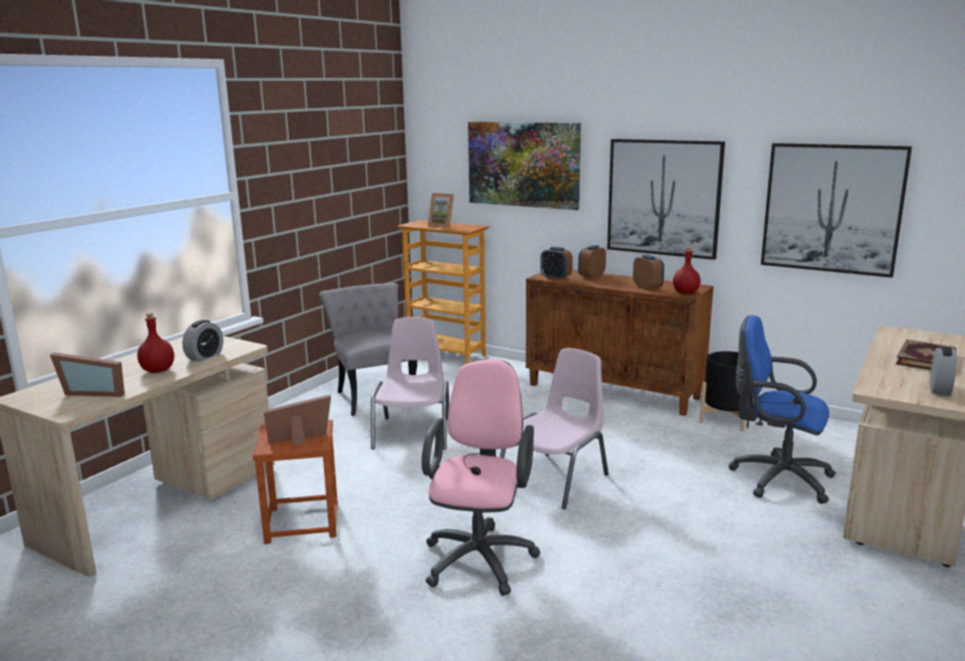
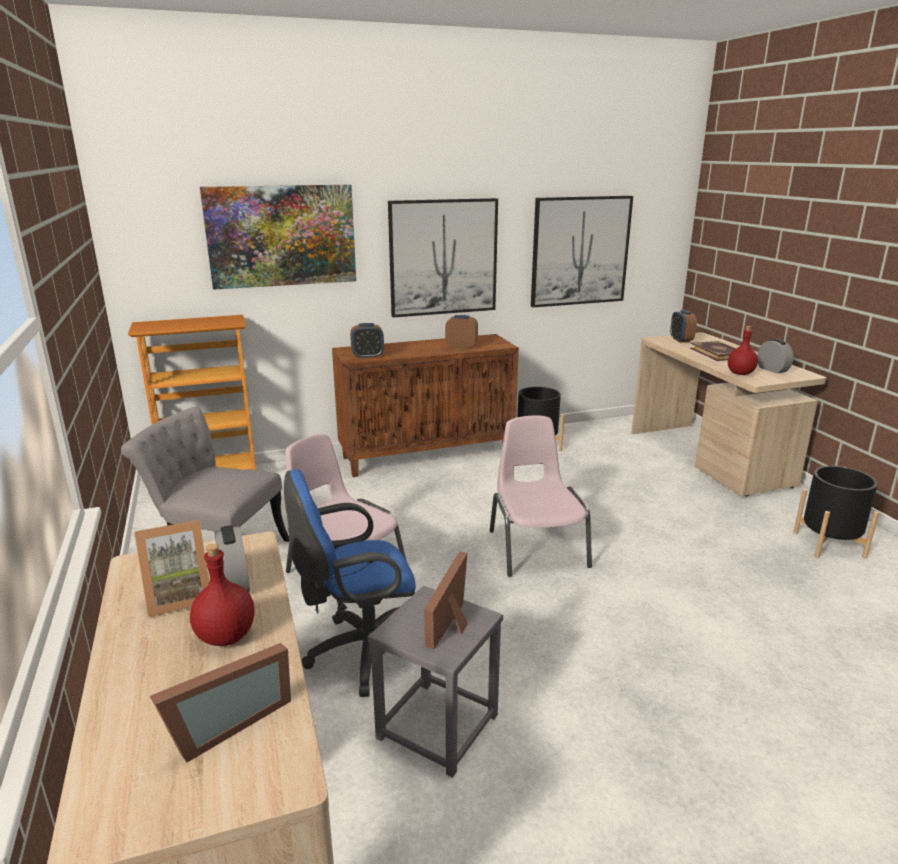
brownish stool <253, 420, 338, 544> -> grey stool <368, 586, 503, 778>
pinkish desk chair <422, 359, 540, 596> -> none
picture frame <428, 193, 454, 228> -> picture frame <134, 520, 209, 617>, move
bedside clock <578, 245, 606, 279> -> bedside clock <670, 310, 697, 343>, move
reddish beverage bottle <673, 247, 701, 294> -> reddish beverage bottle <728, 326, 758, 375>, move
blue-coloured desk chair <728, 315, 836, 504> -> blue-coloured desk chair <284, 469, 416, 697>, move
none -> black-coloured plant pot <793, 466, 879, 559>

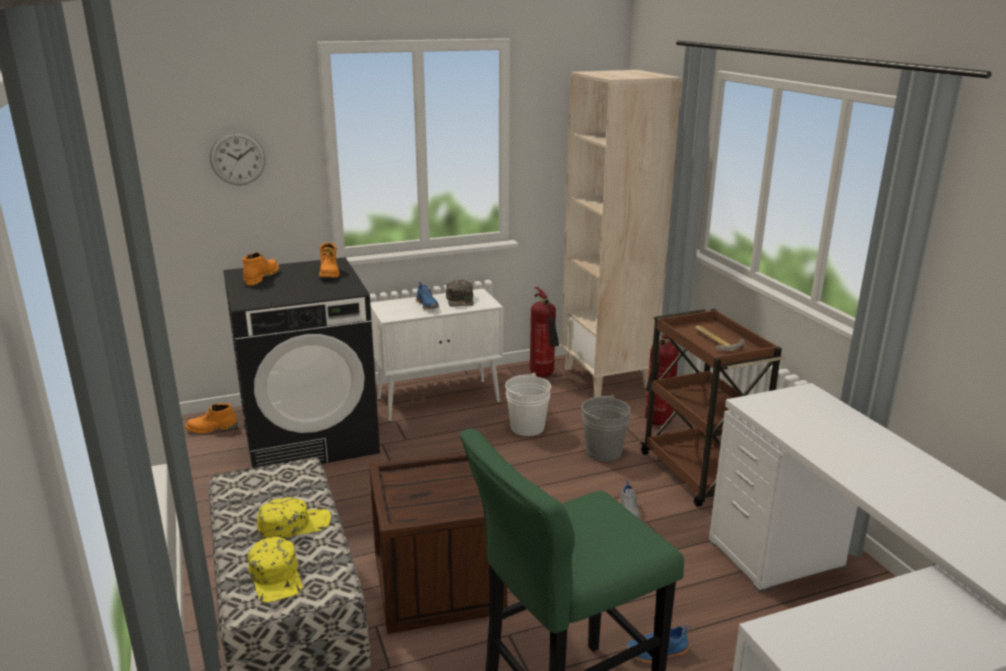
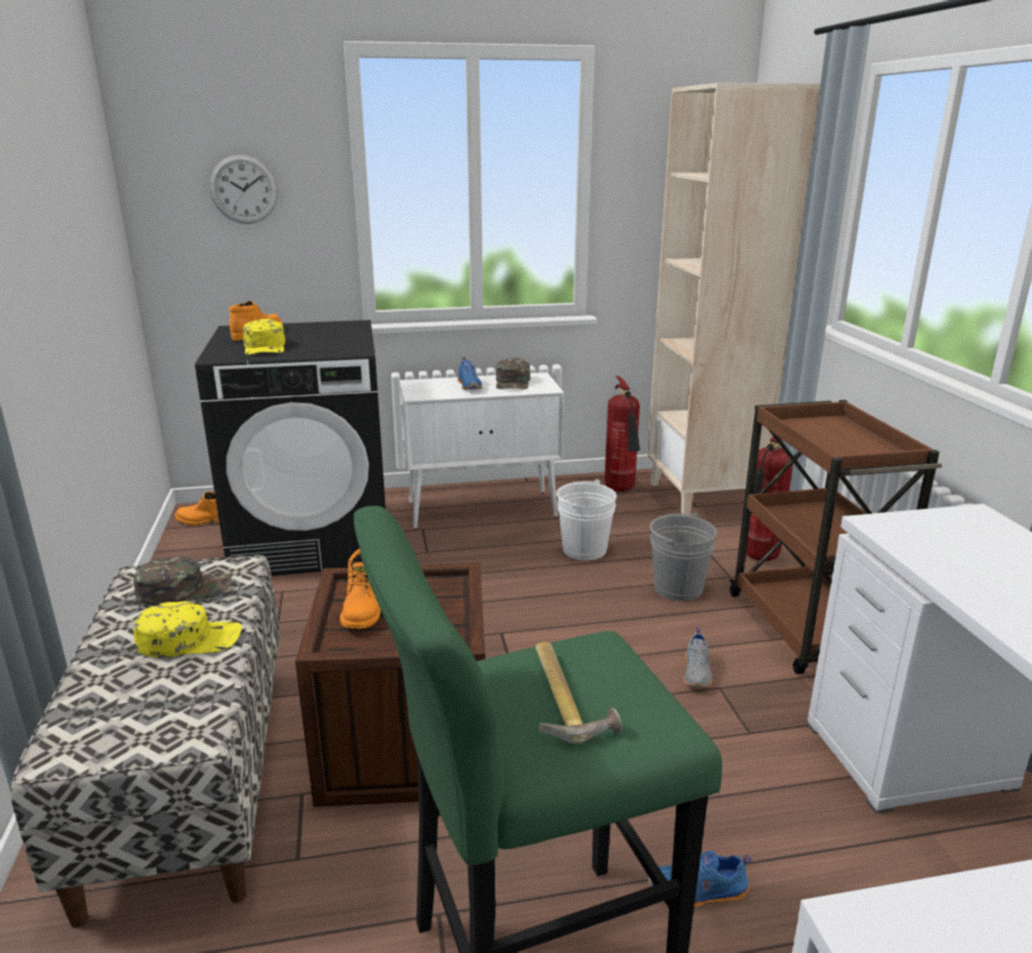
yellow-coloured cap <248, 536, 302, 602> -> yellow-coloured cap <243, 319, 286, 355>, move
orange-coloured high-top boot <319, 242, 339, 277> -> orange-coloured high-top boot <340, 549, 380, 629>, move
tool hammer <695, 325, 745, 351> -> tool hammer <535, 642, 622, 744>, move
none -> green-coloured cap <134, 556, 232, 606>

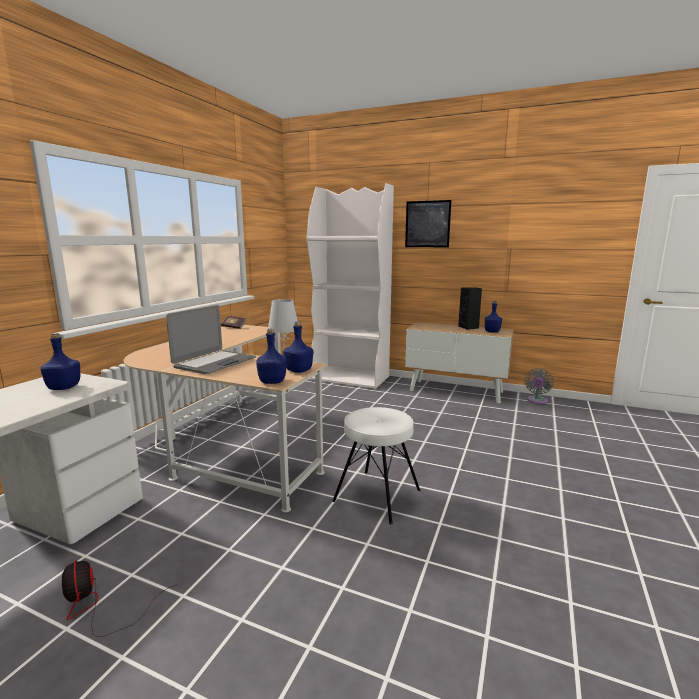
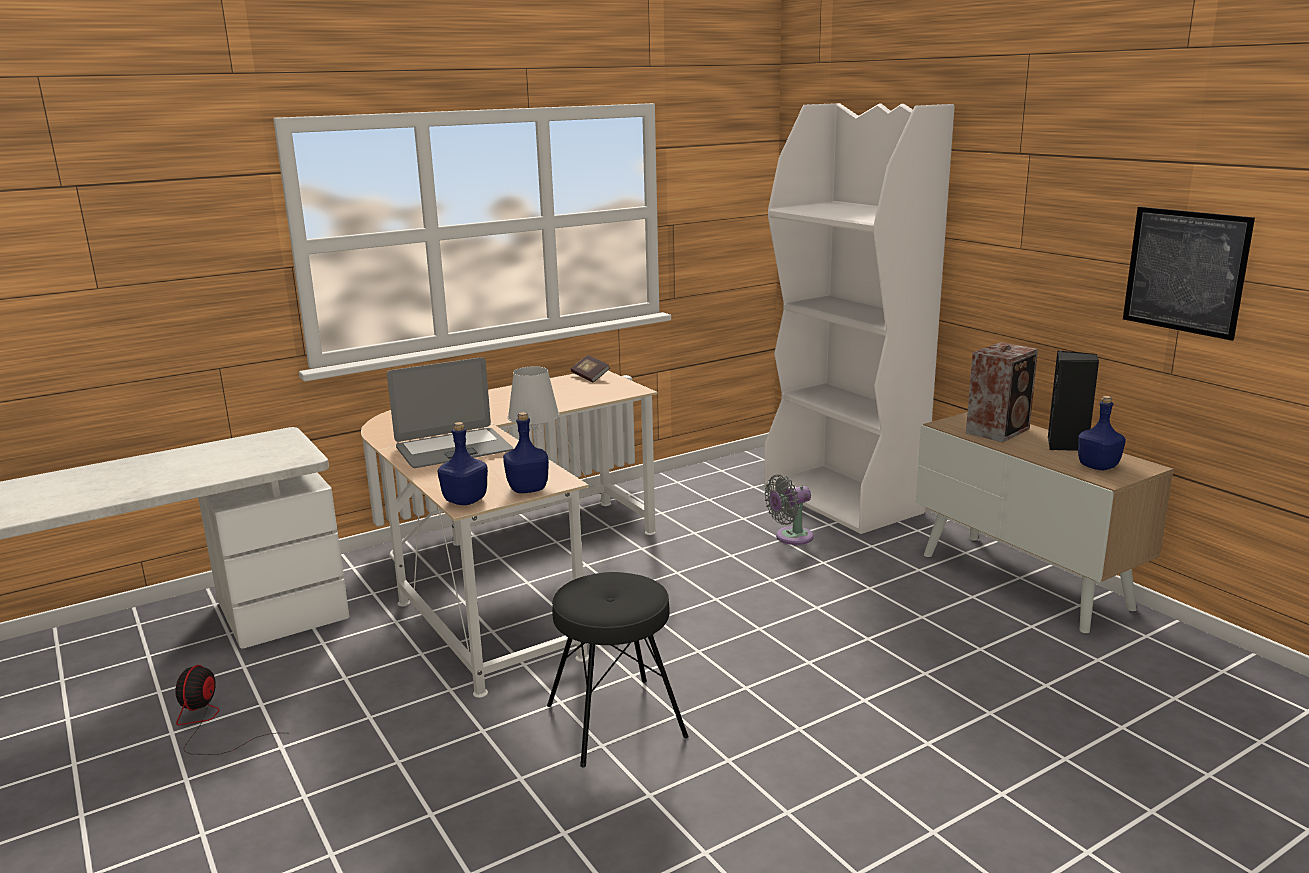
blue-coloured beverage bottle <40, 333, 80, 390> -> none
white-coloured stool <332, 407, 420, 524> -> black-coloured stool <547, 572, 688, 767>
wall picture <405, 200, 452, 247> -> wall picture <1123, 207, 1255, 341>, move
grey fan <525, 368, 554, 404> -> grey fan <764, 474, 814, 545>, move
none -> speaker <966, 342, 1038, 442>

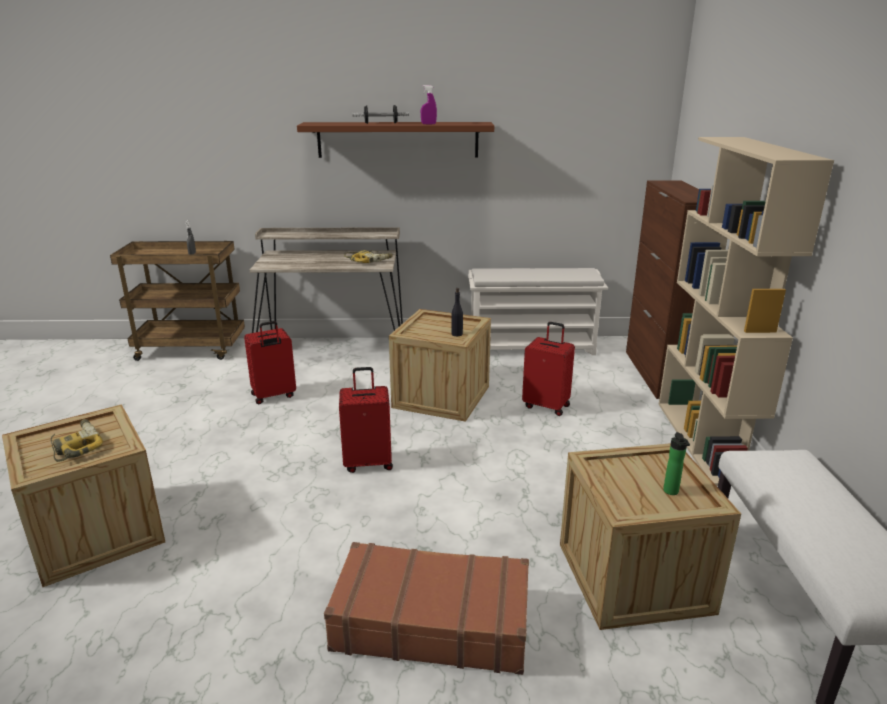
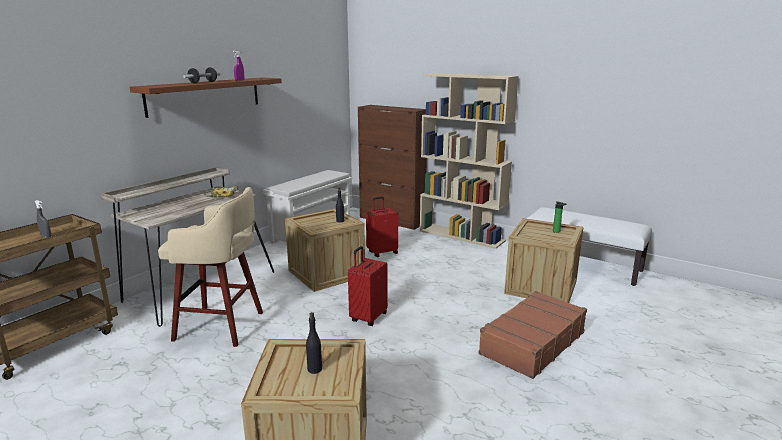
power drill <51, 419, 103, 462> -> black-coloured beverage bottle <306, 312, 322, 374>
reddish suitcase <244, 321, 296, 404> -> beige-coloured stool <158, 187, 263, 347>

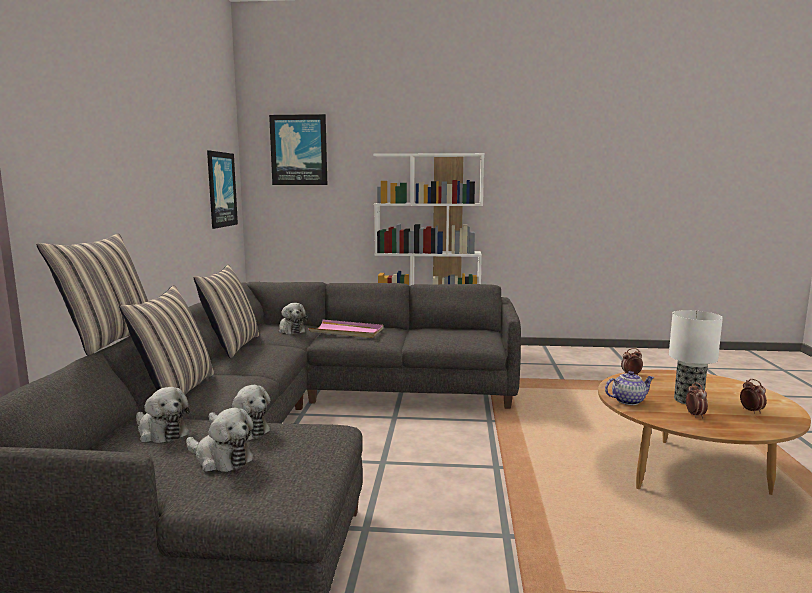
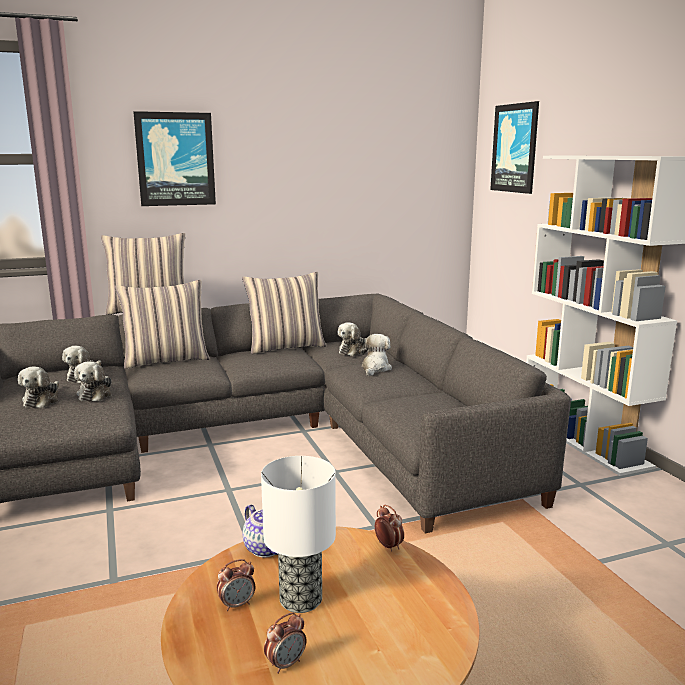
wall picture <207, 150, 238, 229> -> wall picture <133, 111, 216, 206>, move
pinkish serving tray <308, 319, 384, 338> -> soft toy <360, 334, 392, 376>

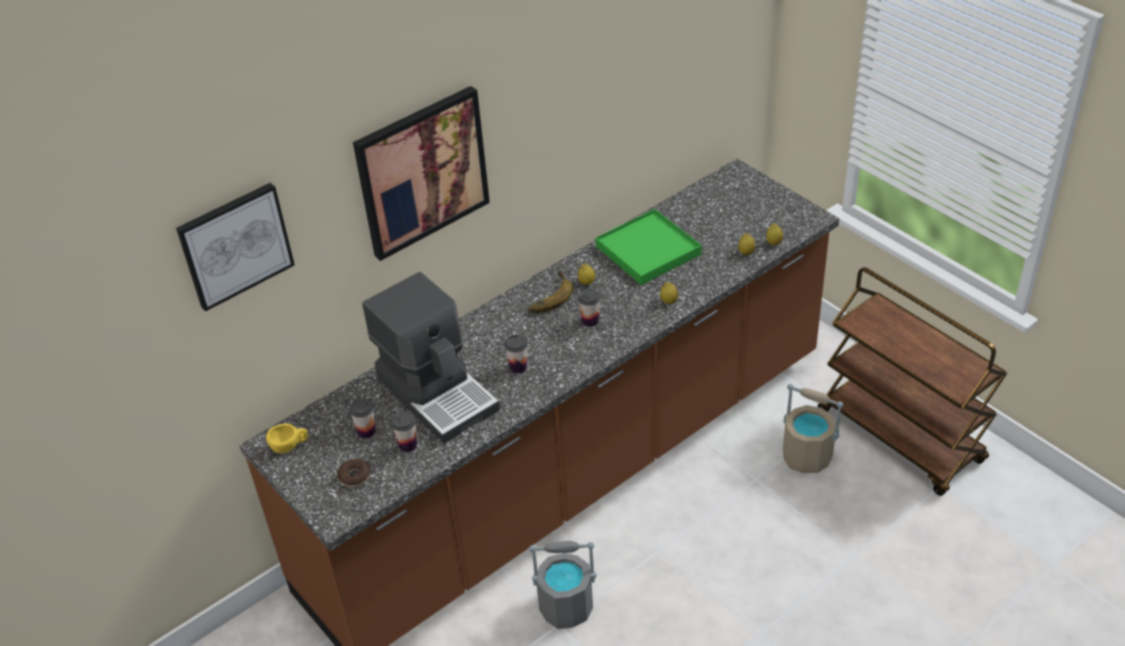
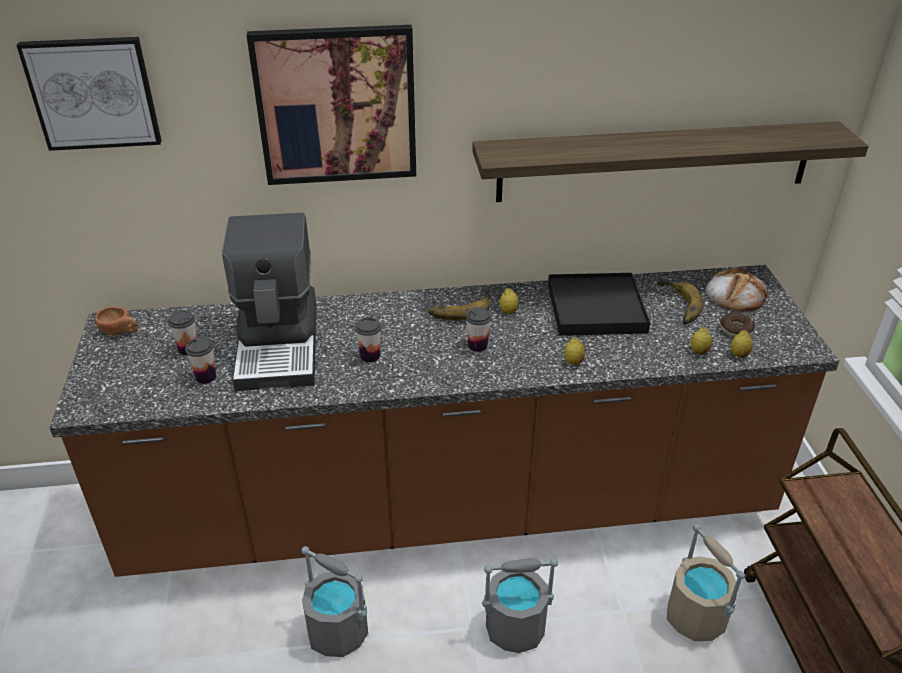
yellow-coloured cup <266, 424, 309, 453> -> brownish cup <95, 306, 138, 335>
doughnut <337, 459, 371, 487> -> doughnut <720, 313, 755, 337>, move
green-coloured serving tray <595, 209, 702, 285> -> black-coloured serving tray <548, 273, 650, 336>
none -> bracket shelf <472, 121, 869, 202>
none -> grey bucket <482, 558, 558, 653>
none -> banana fruit <657, 279, 703, 325>
none -> baked bread <706, 267, 767, 312>

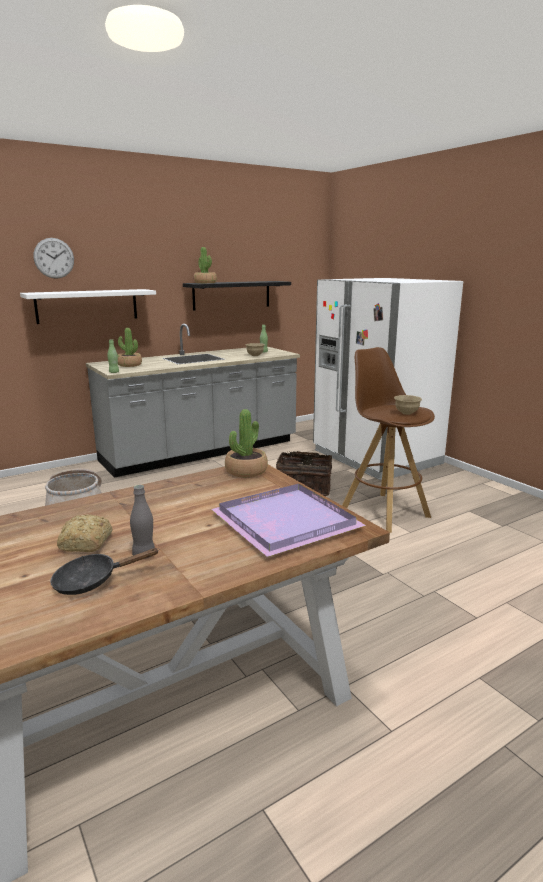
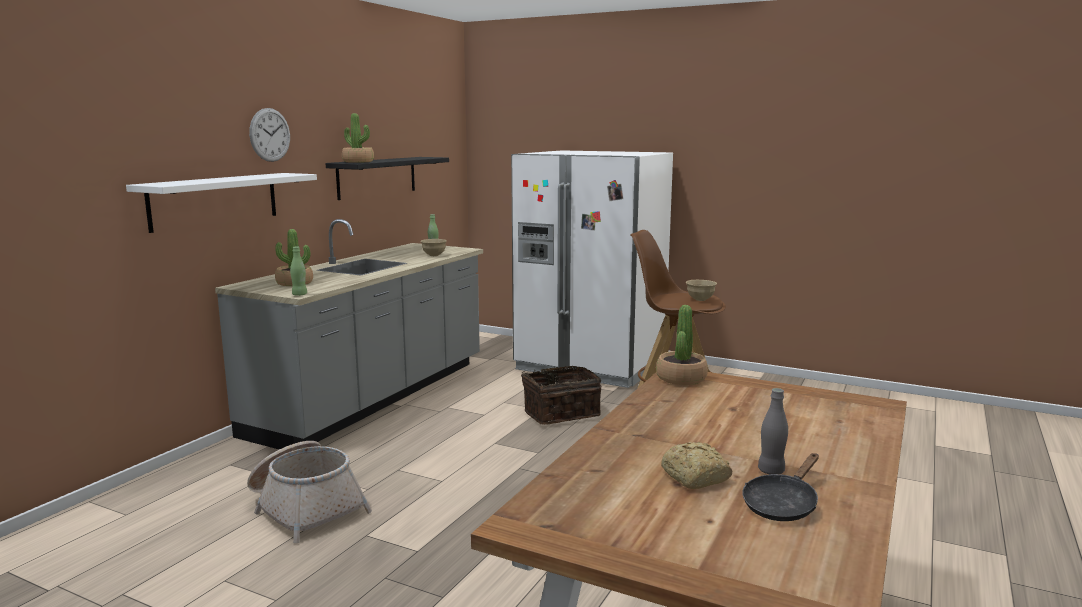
hanging clock <34, 238, 74, 279> -> hanging clock <249, 108, 290, 162>, move
purple-coloured serving tray <211, 484, 366, 557> -> none

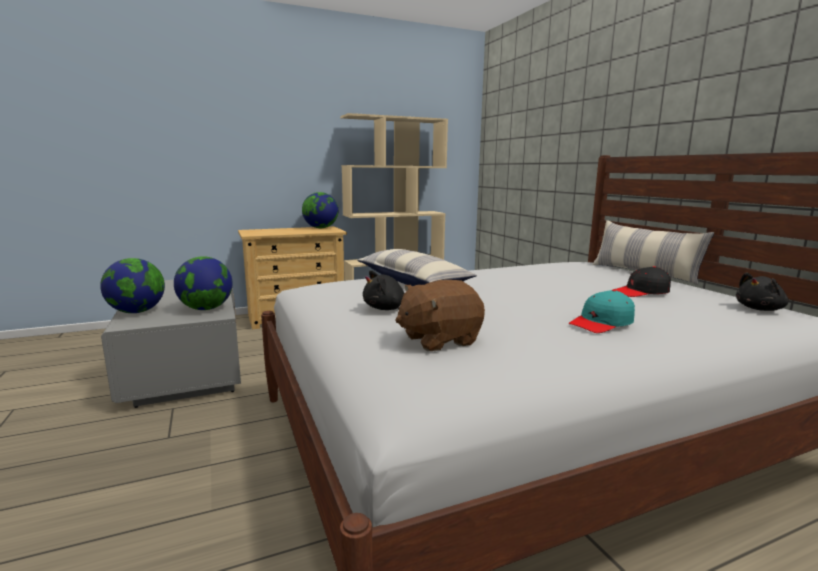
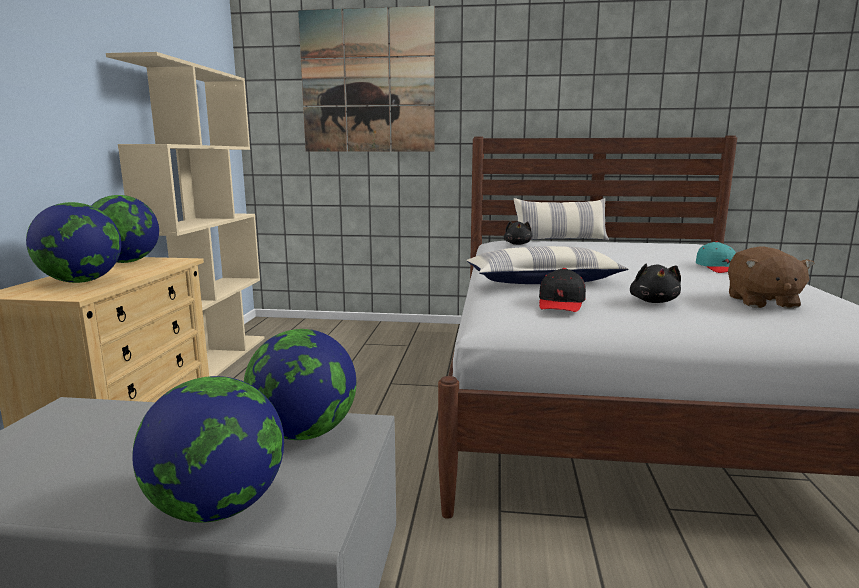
black-coloured cap <612, 266, 671, 297> -> black-coloured cap <539, 268, 586, 312>, move
black-coloured soft toy <736, 272, 789, 311> -> black-coloured soft toy <504, 221, 532, 245>, move
none -> world globe <26, 202, 121, 283>
none -> wall picture <298, 6, 435, 152>

